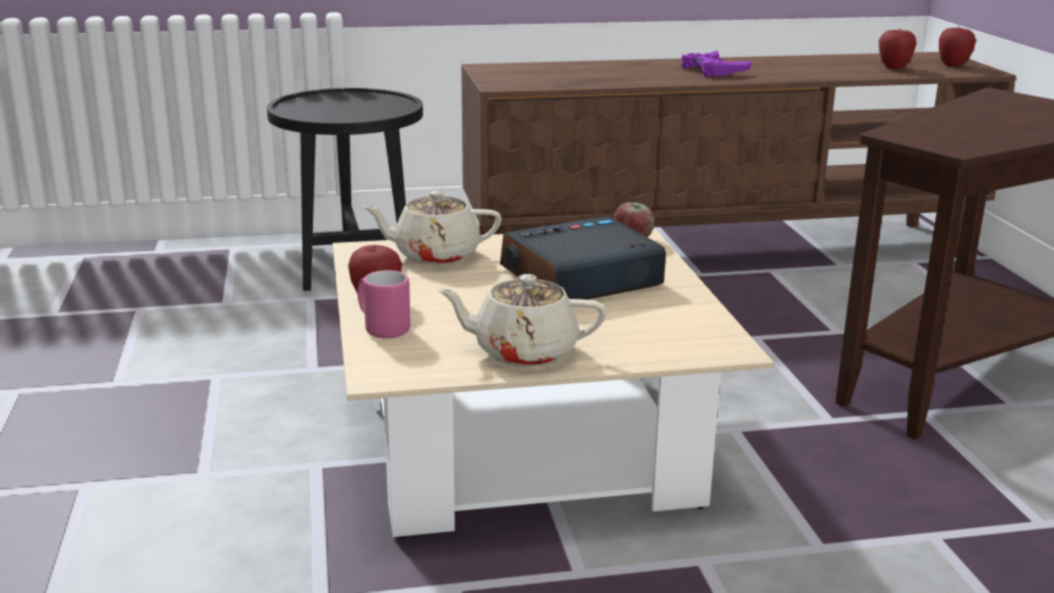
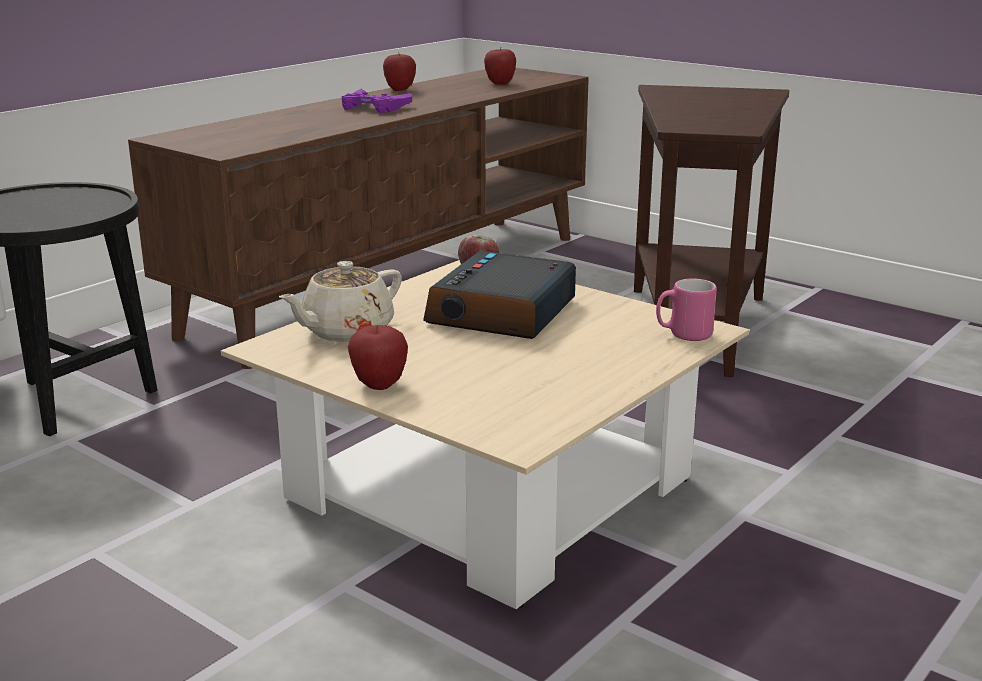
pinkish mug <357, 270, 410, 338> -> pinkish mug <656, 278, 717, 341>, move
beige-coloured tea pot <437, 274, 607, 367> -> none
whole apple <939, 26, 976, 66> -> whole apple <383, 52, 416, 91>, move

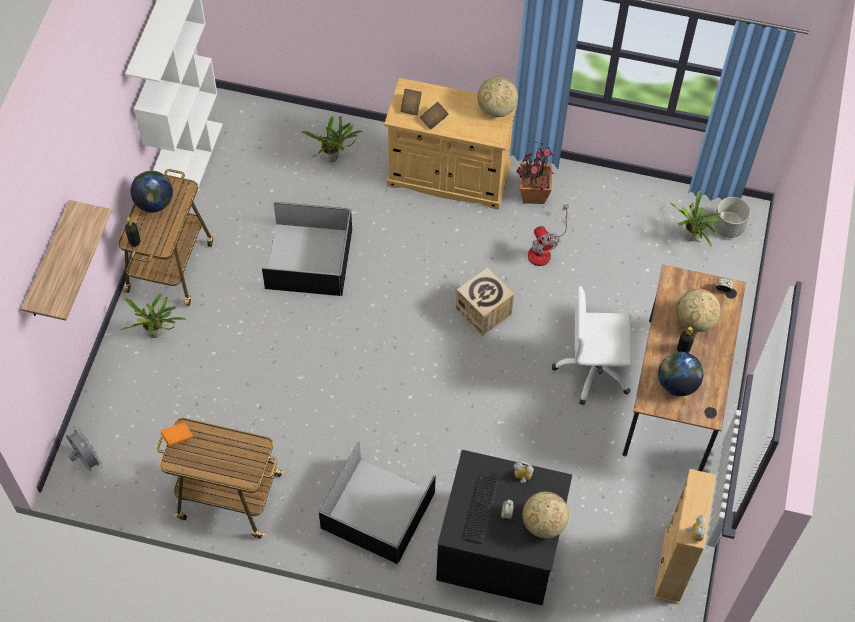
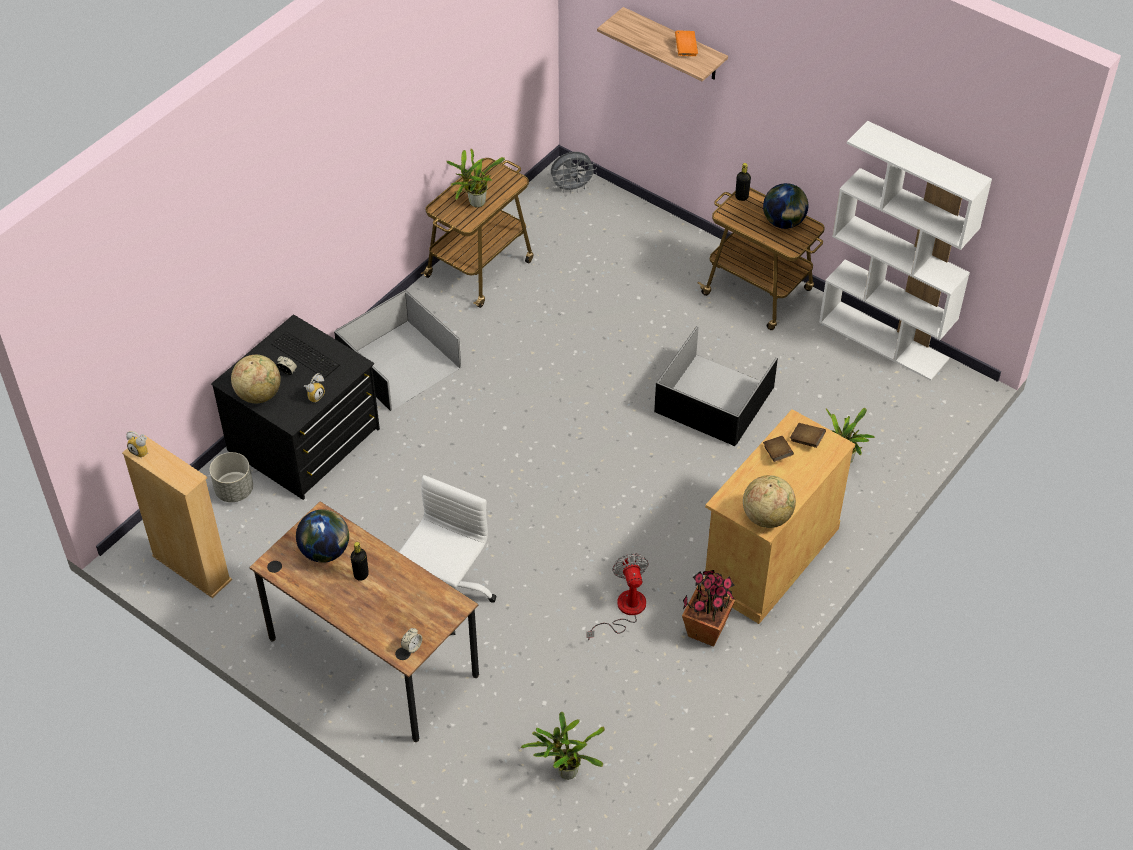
potted plant <120, 293, 186, 338> -> potted plant <446, 149, 505, 208>, move
orange-coloured bound book <160, 423, 193, 446> -> orange-coloured bound book <675, 30, 698, 56>, move
packing box <456, 267, 514, 336> -> none
fan <528, 204, 569, 266> -> fan <586, 553, 649, 640>, 75 degrees clockwise
world globe <676, 289, 720, 332> -> none
grey plant pot <713, 197, 750, 238> -> grey plant pot <210, 452, 253, 502>, move

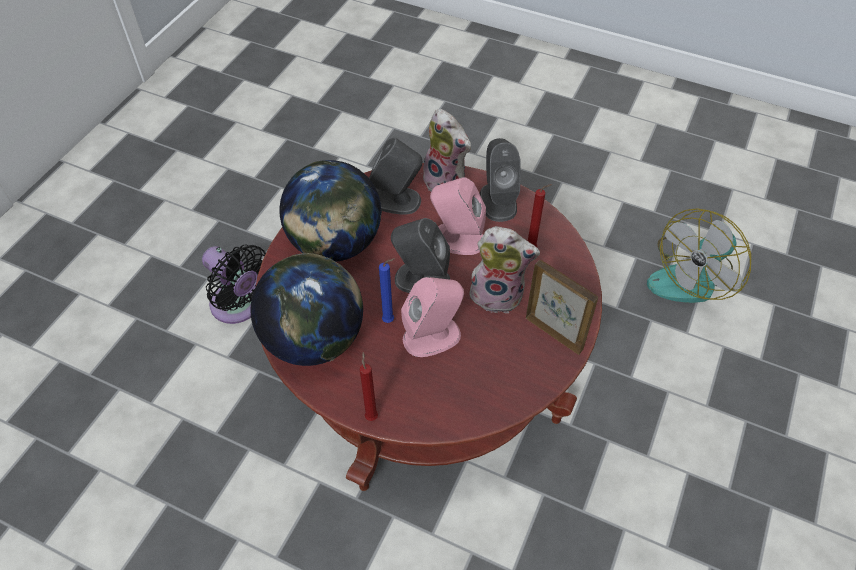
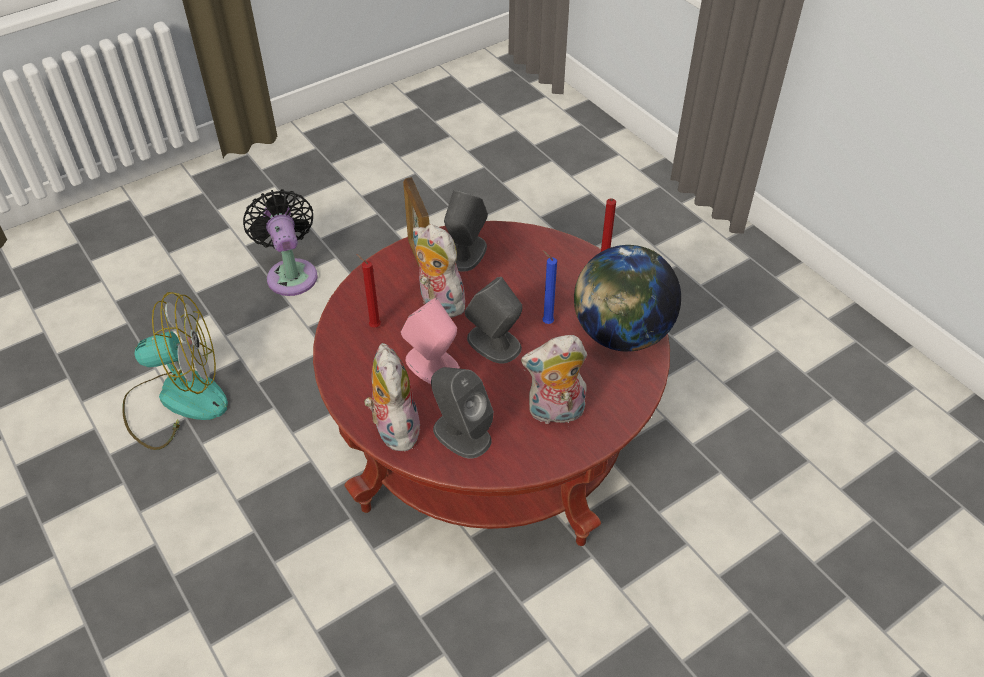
black-coloured fan <202, 244, 266, 324> -> black-coloured fan <243, 189, 318, 296>, move
world globe <280, 160, 382, 262> -> soft toy <521, 335, 587, 427>
pinkish speaker <401, 277, 464, 357> -> none
grey speaker <480, 138, 520, 222> -> grey speaker <444, 190, 488, 272>, move

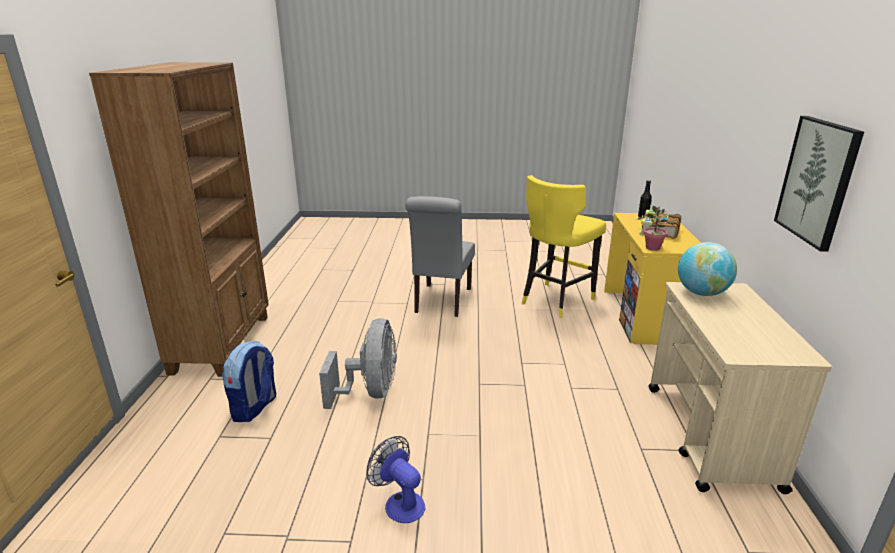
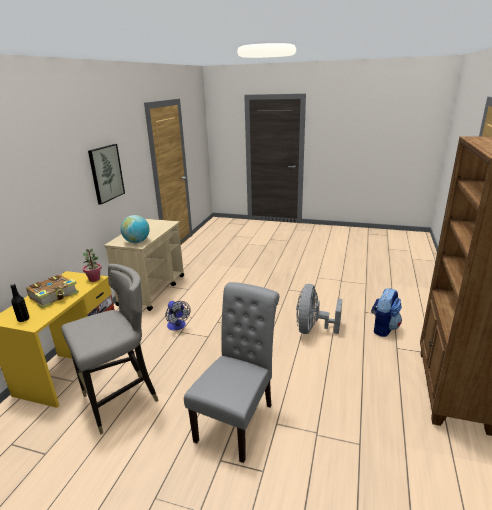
fan <366, 436, 425, 523> -> fan <166, 301, 190, 331>, move
yellow-coloured stool <521, 175, 606, 318> -> grey stool <61, 264, 158, 435>

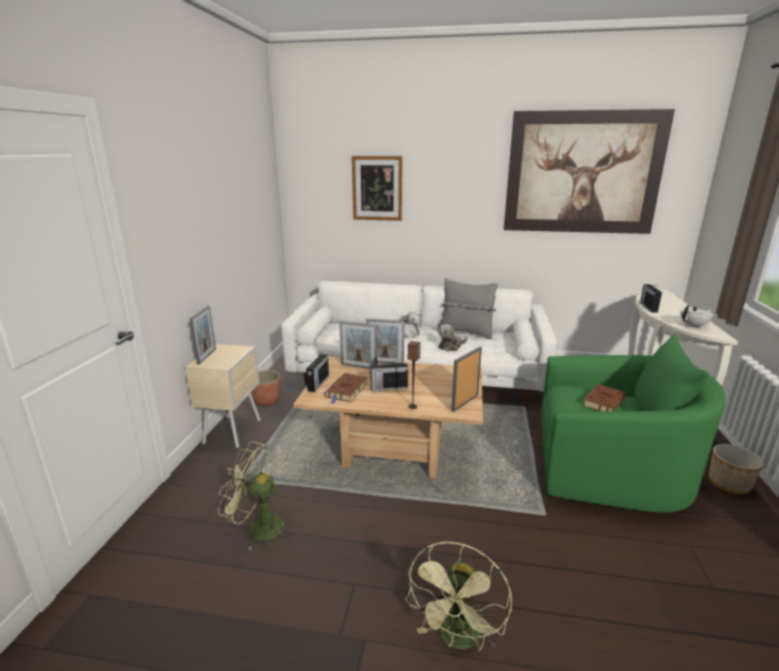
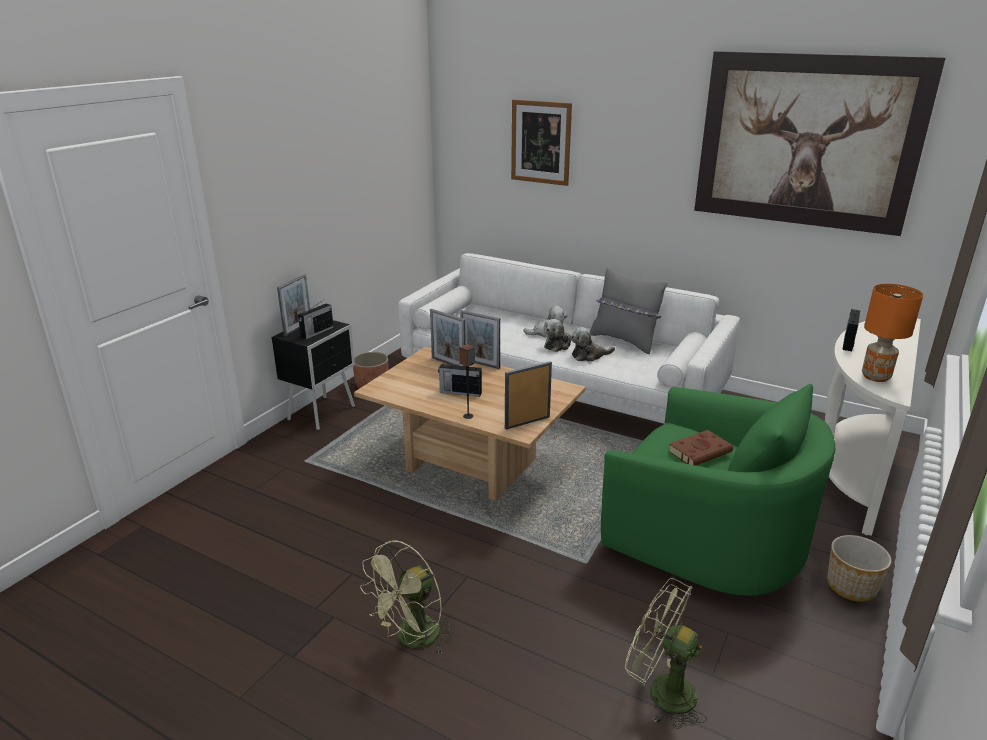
beige-coloured nightstand <185, 344, 261, 448> -> black-coloured nightstand <271, 320, 355, 430>
green-coloured fan <218, 441, 290, 551> -> green-coloured fan <625, 578, 707, 729>, move
radio set <306, 353, 329, 392> -> radio set <298, 300, 334, 339>, move
brownish bound book <324, 373, 368, 404> -> none
white-coloured tea pot <680, 305, 713, 329> -> orange-coloured table lamp <862, 284, 923, 382>
none -> soft toy <544, 319, 575, 352>

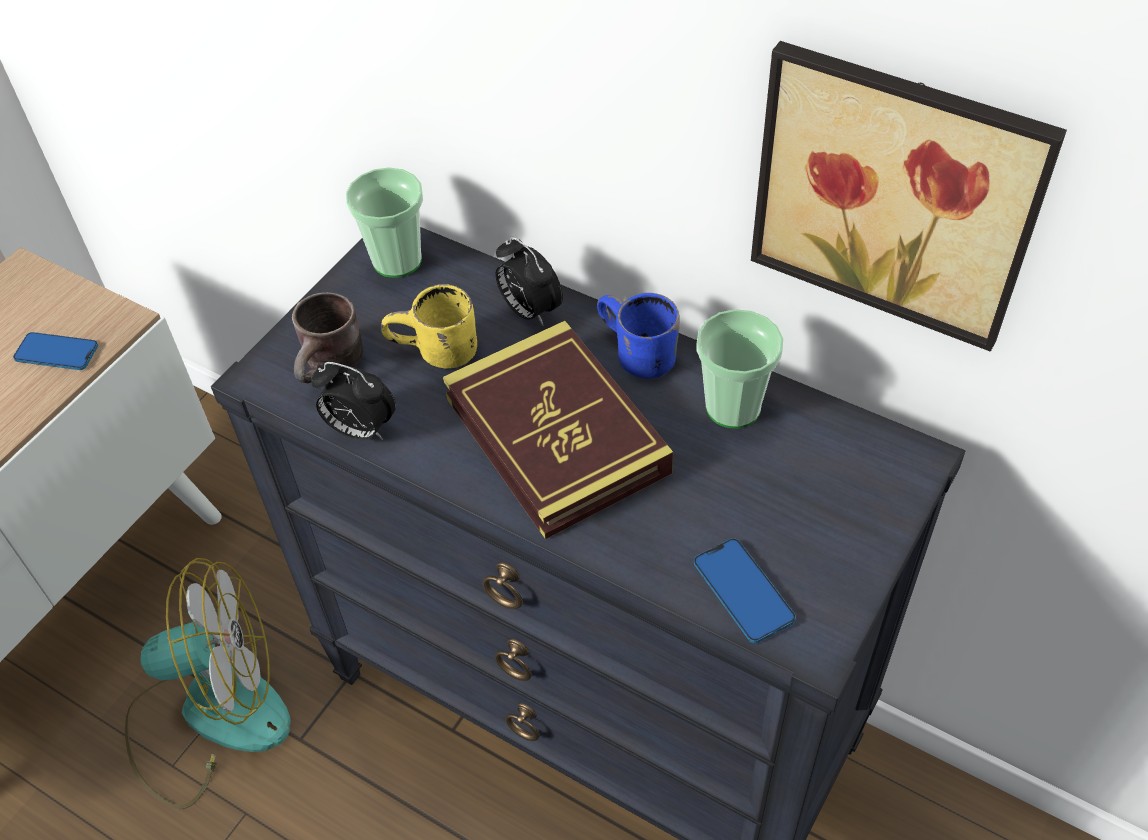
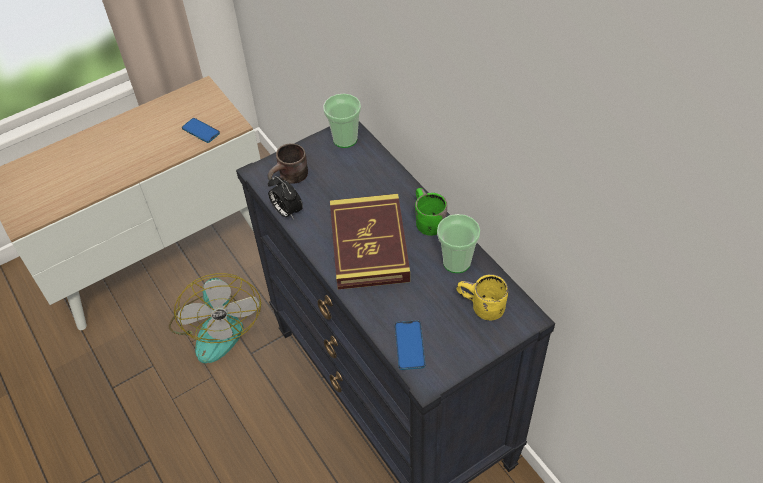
fan <125, 558, 291, 809> -> fan <169, 273, 261, 363>, 60 degrees clockwise
yellow-coloured mug <381, 284, 477, 369> -> yellow-coloured mug <456, 274, 508, 320>, move
bedside clock <495, 237, 563, 326> -> none
blue-coloured mug <597, 293, 680, 379> -> green-coloured mug <415, 188, 447, 236>
wall picture <751, 41, 1067, 351> -> none

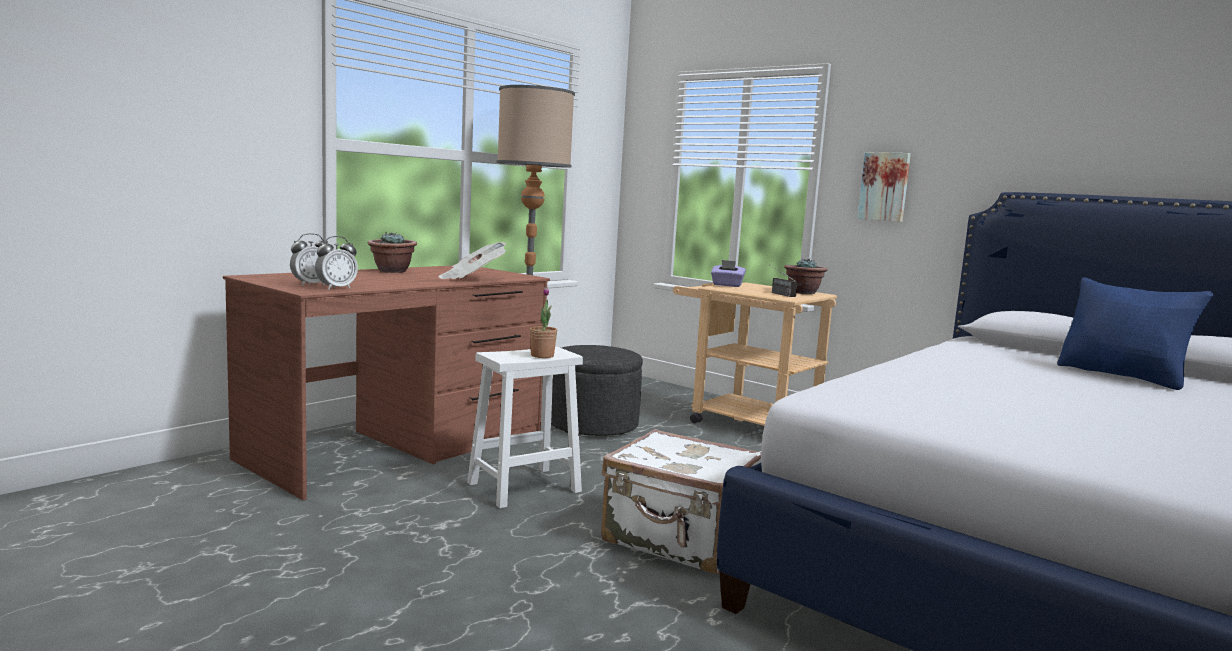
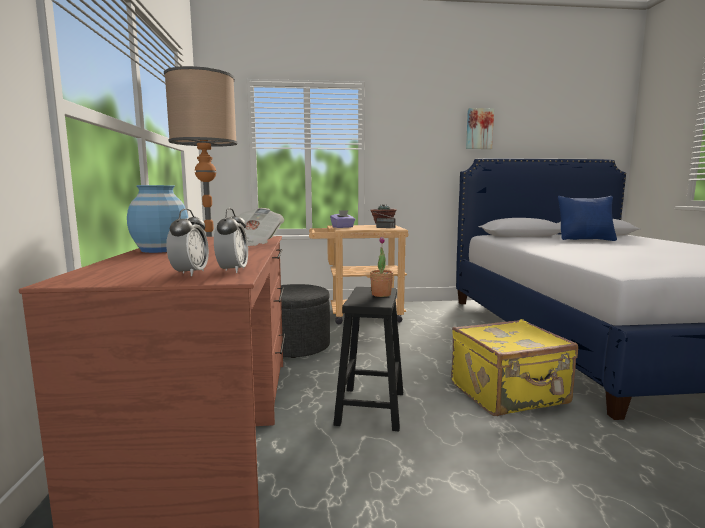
potted plant <368, 232, 417, 273> -> blue-coloured vase <127, 185, 188, 253>
white-coloured stool <467, 346, 583, 508> -> black-coloured stool <333, 287, 403, 431>
white-coloured suitcase <601, 429, 761, 574> -> yellow-coloured suitcase <451, 319, 578, 416>
wall picture <858, 152, 911, 222> -> wall picture <466, 108, 494, 149>, move

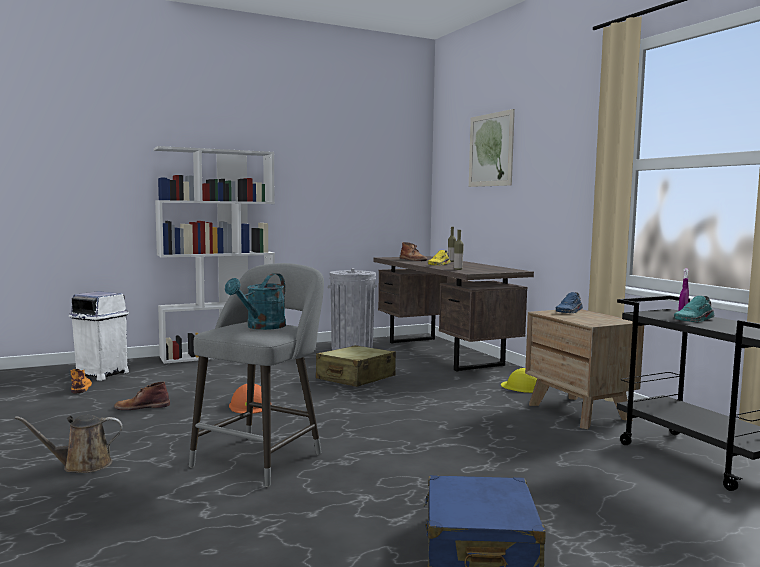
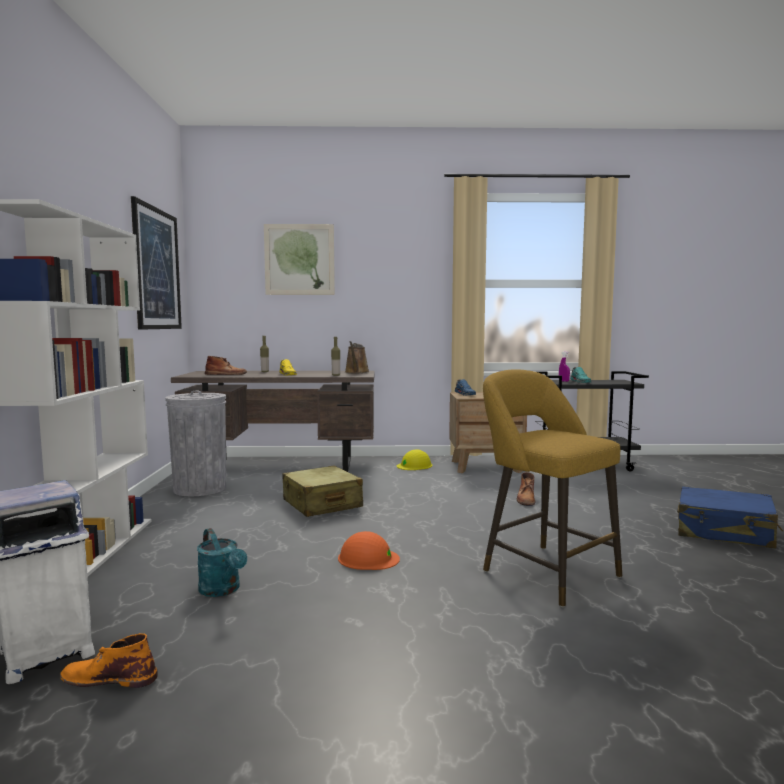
brownish sprinkling can <15, 415, 123, 473> -> brownish sprinkling can <345, 341, 369, 373>, move
brownish high-top boot <114, 382, 170, 410> -> brownish high-top boot <517, 472, 535, 506>, move
grey stool <189, 263, 324, 487> -> yellow-coloured stool <483, 369, 622, 607>
turquoise sprinkling can <225, 273, 286, 330> -> turquoise sprinkling can <197, 528, 247, 597>, move
none -> wall picture <131, 196, 182, 330>

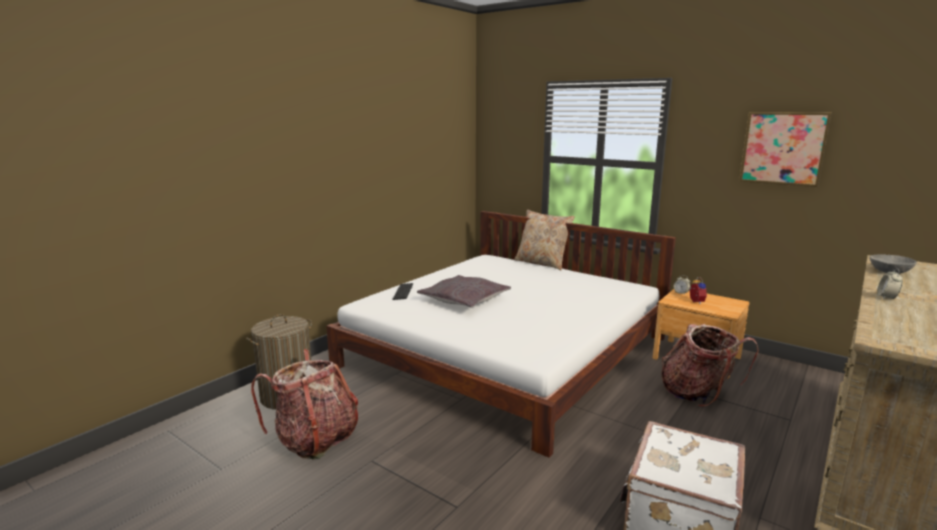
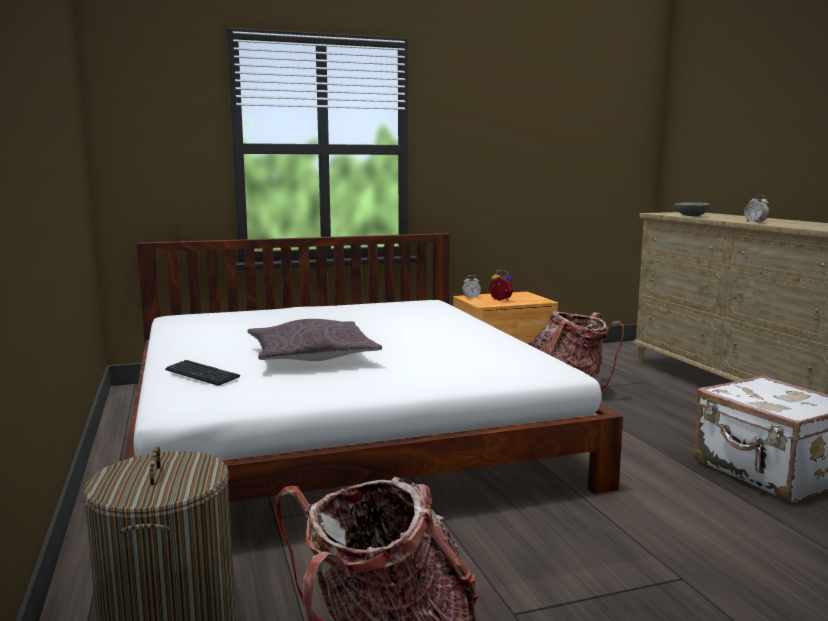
beige-coloured cushion <514, 210, 575, 270> -> none
wall picture <739, 112, 832, 187> -> none

